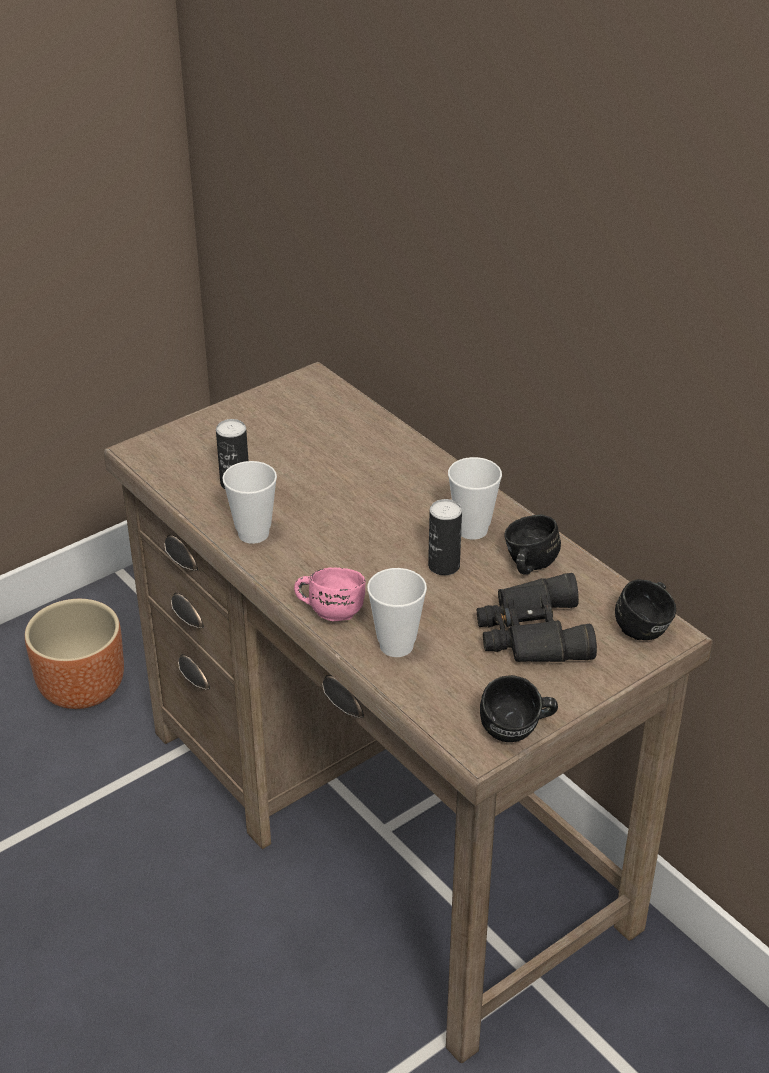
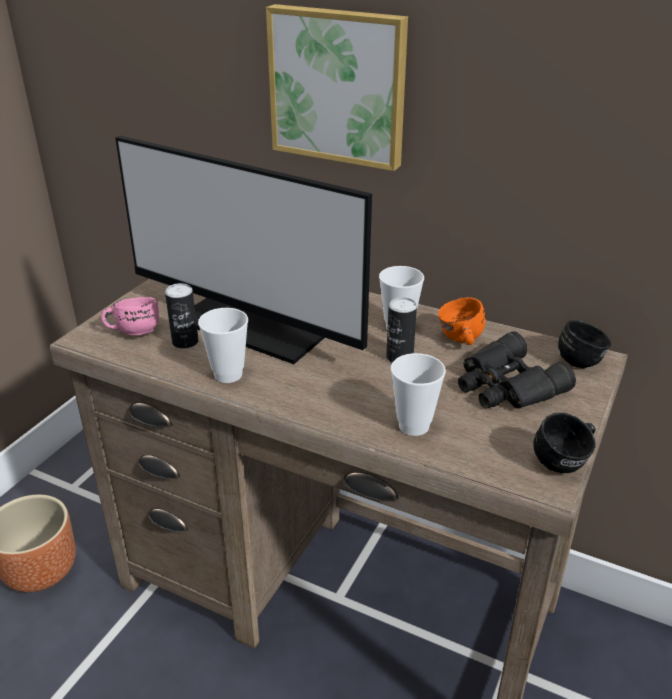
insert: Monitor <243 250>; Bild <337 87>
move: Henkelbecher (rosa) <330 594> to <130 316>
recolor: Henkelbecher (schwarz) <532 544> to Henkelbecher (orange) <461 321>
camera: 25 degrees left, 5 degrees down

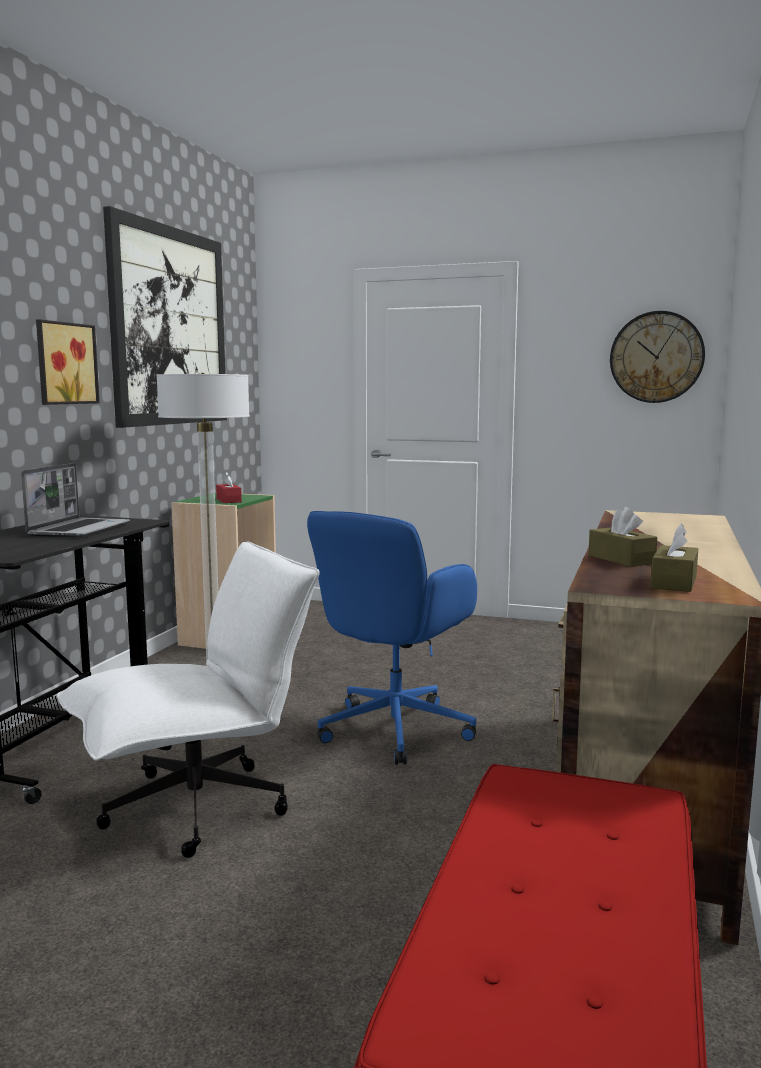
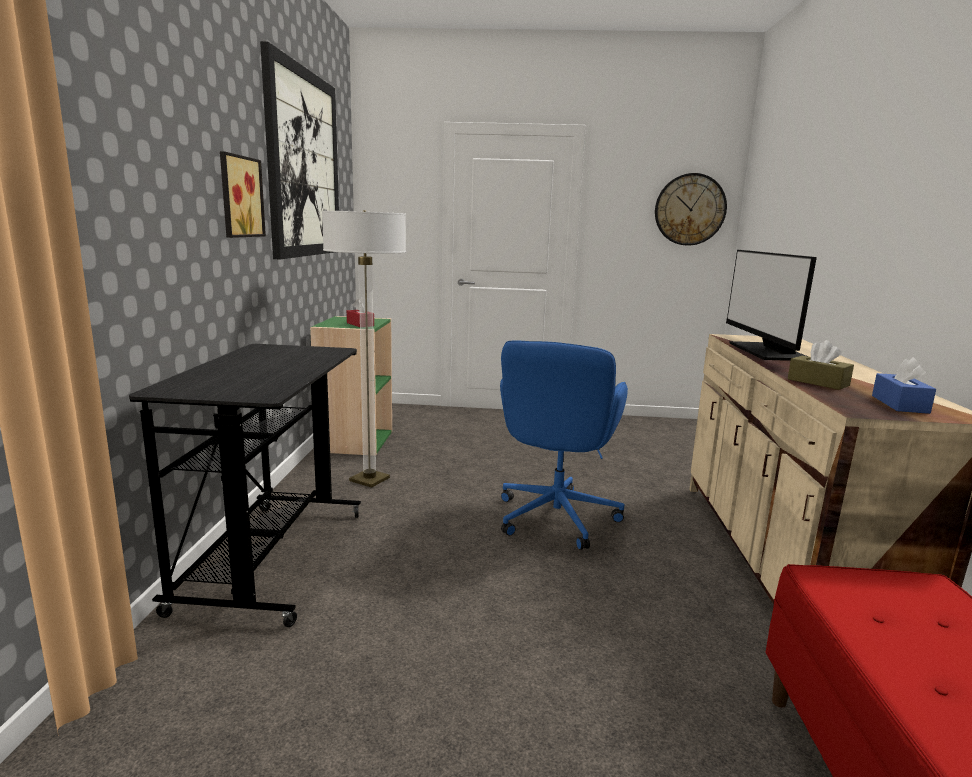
delete: Laptop <75 500>; Bürostuhl (weiß) <188 699>
insert: Monitor <771 305>
recolor: Taschentuchbox (braun) <674 558> to Taschentuchbox (blau) <904 385>
camera: 15 degrees left, 5 degrees up

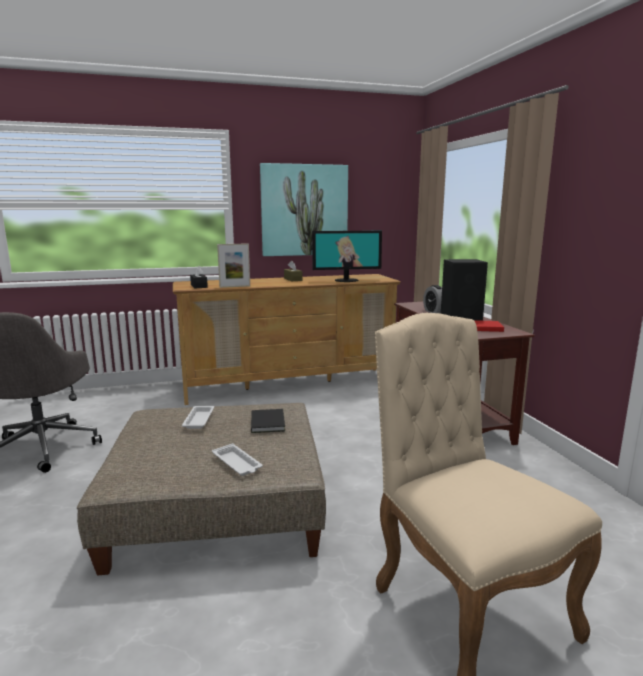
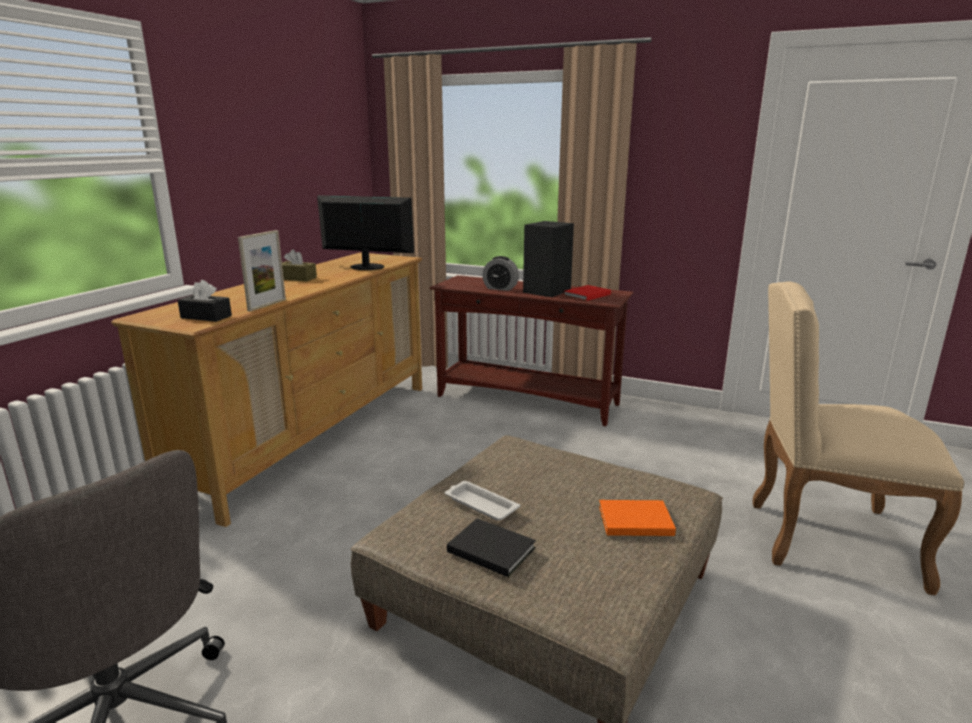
delete: Bild <304 209>
move: Buch (schwarz) <268 421> to <491 547>
replace: Tablett (weiß) <237 459> to Buch (orange) <637 518>
rotate: Monitor <347 256> = <365 232> 105 degrees counterclockwise
camera: 50 degrees left, 5 degrees up

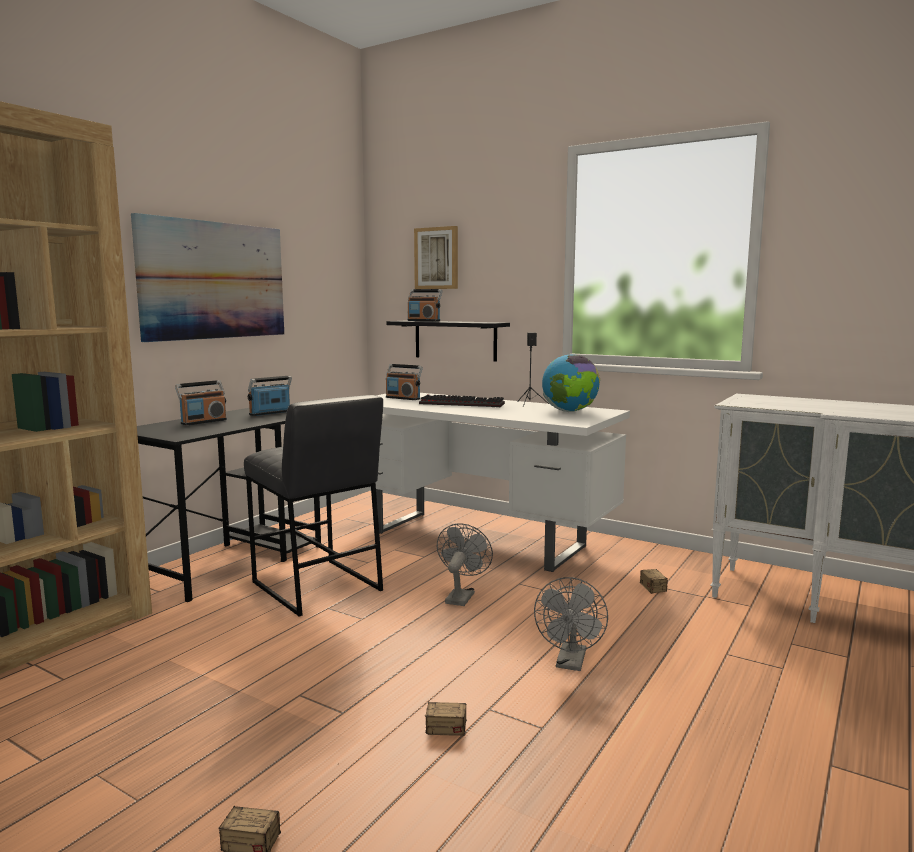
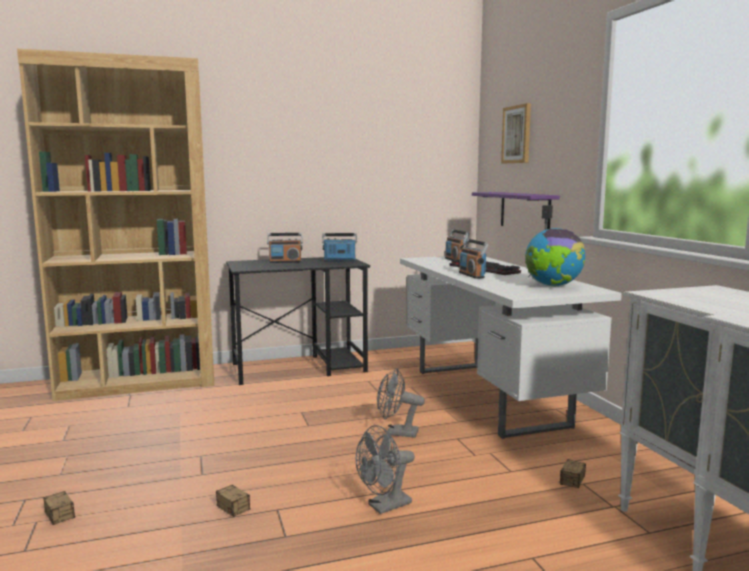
delete: Bild <207 277>; Hocker (grau) <313 506>
move: Radio <424 305> to <474 259>
recolor: Wandregal (schwarz) <448 341> to Wandregal (lila) <516 210>
rotate: Ventilator (grau) <465 564> = <401 403> 135 degrees counterclockwise
camera: 40 degrees right, 0 degrees up

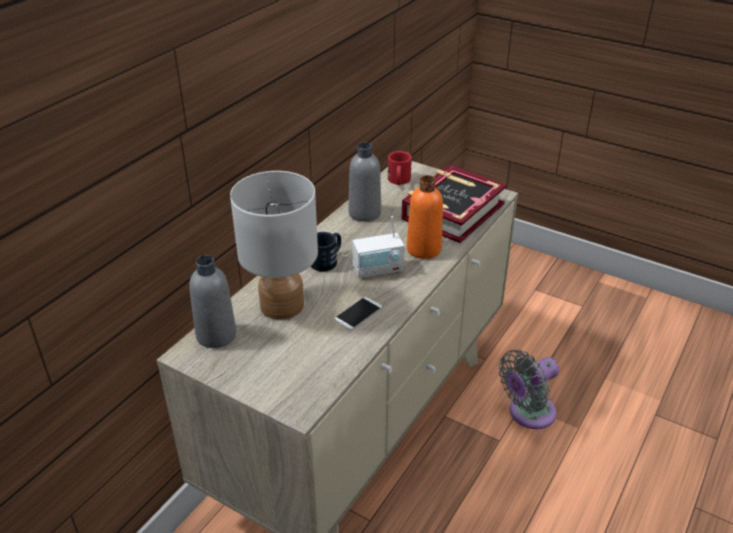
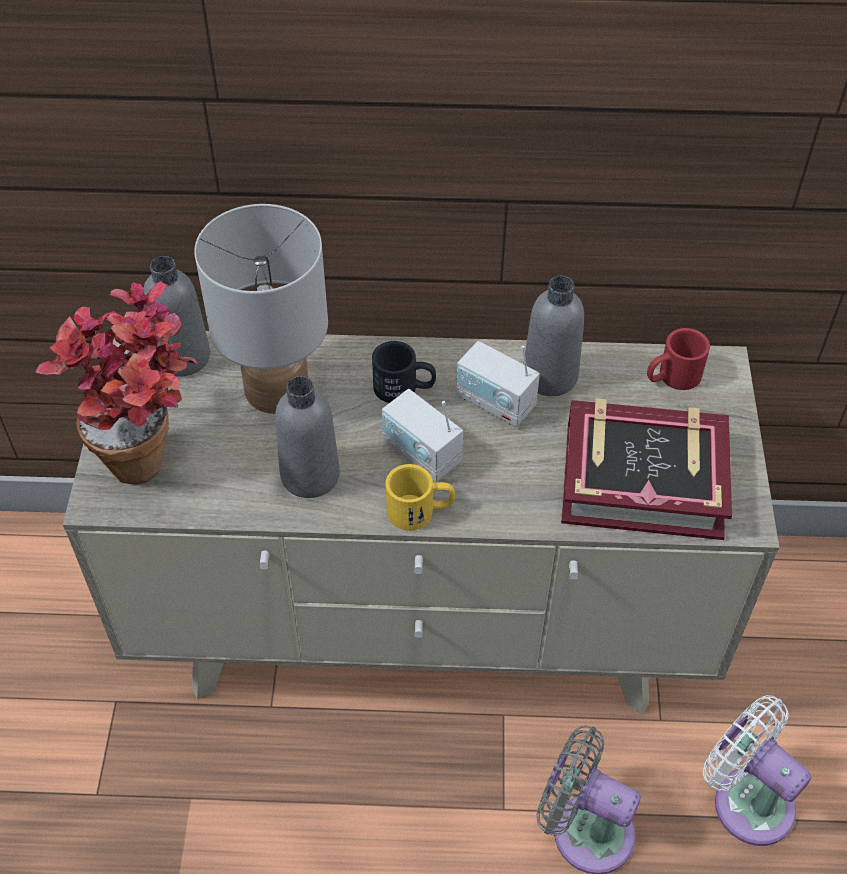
delete: Flasche (orange) <425 217>
insert: Topfpflanze <116 383>; Henkelbecher (gelb) <420 497>; Radio <498 384>; Ventilator (weiß) <757 770>
replace: Handy <358 313> to Flasche (grau) <307 437>
camera: 60 degrees right, 15 degrees up

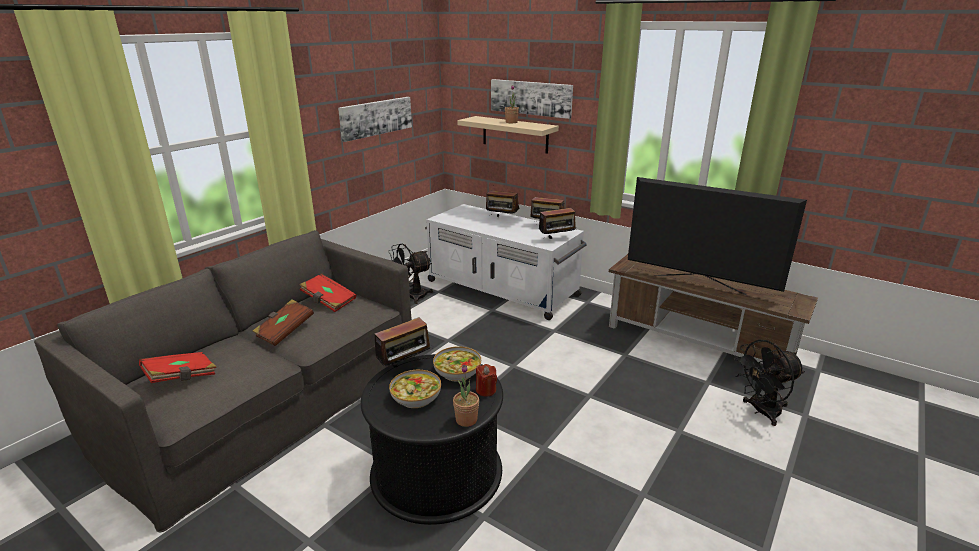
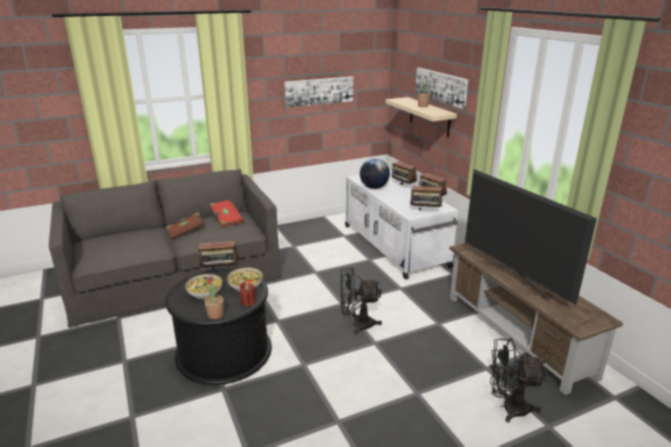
delete: Buch (rot) <178 367>
insert: Globus <375 173>
move: Ventilator (schwarz) <410 273> to <361 301>
camera: 30 degrees right, 0 degrees up

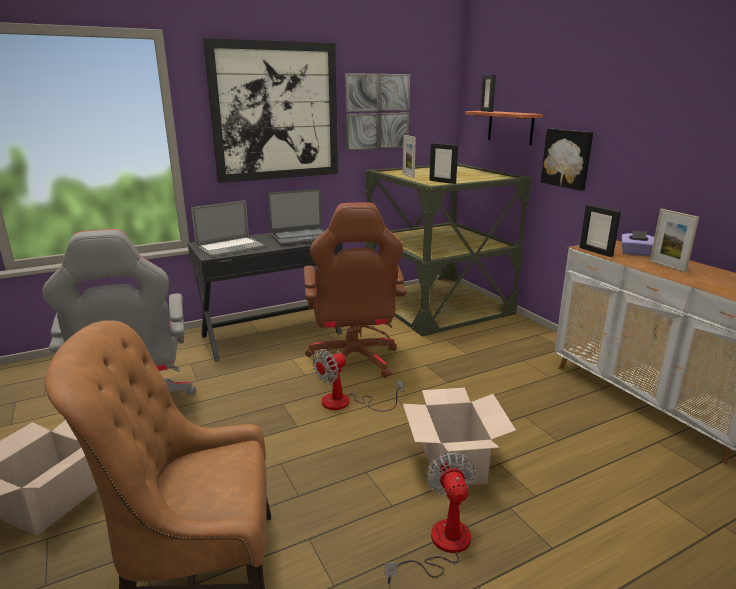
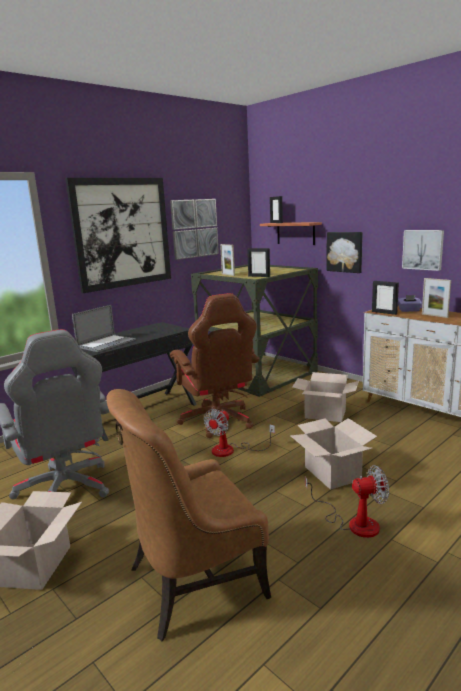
delete: Laptop <296 217>
insert: Karton <325 397>; Bild <423 250>
rotate: Ventilator <430 518> = <347 501> 105 degrees clockwise
camera: 15 degrees left, 5 degrees down

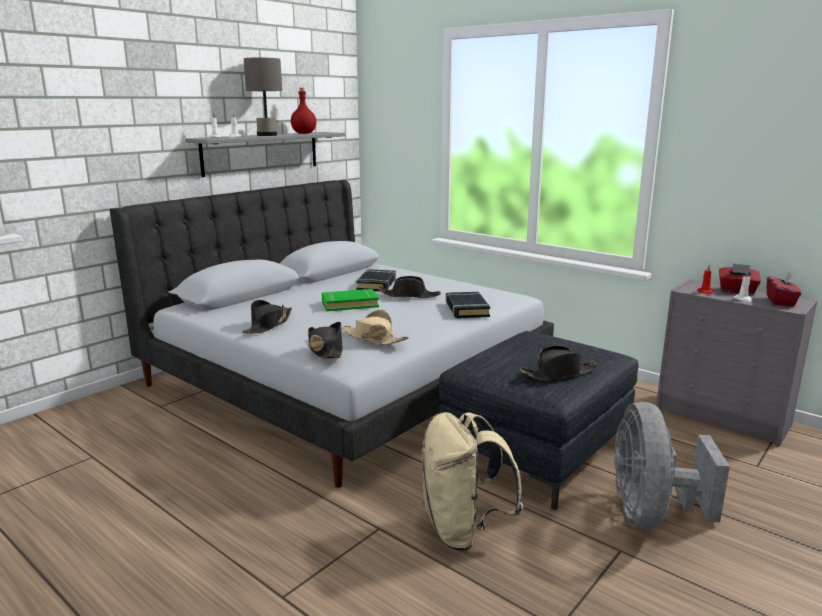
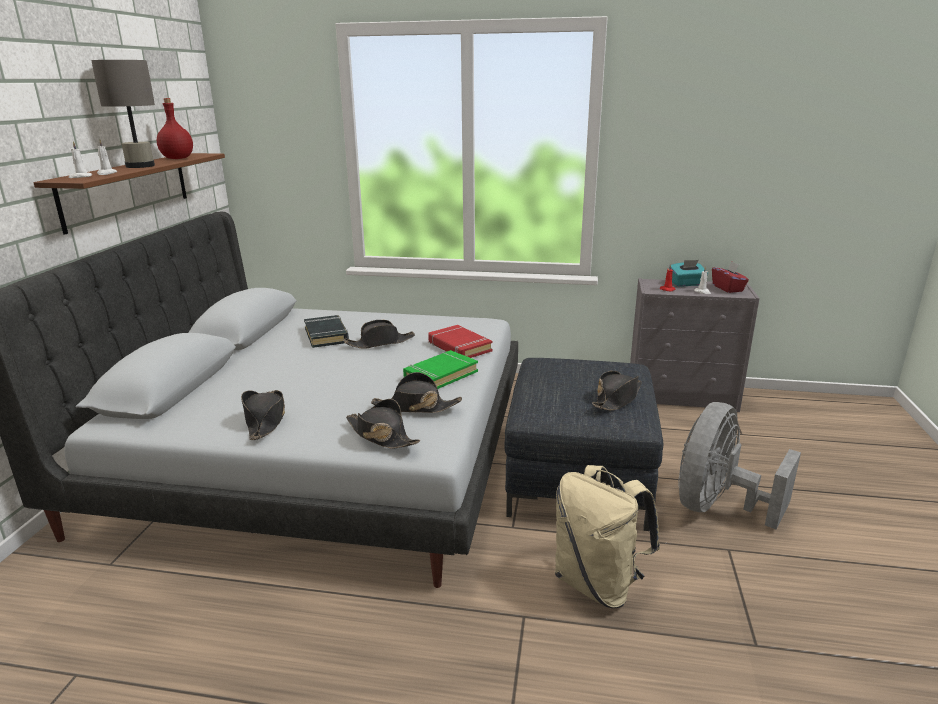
move: Buch (grün) <350 300> to <440 369>
recolor: Wandregal (grau) <265 154> to Wandregal (braun) <129 194>; Hut (beige) <375 327> to Hut (schwarz) <416 392>; Buch (schwarz) <468 305> to Buch (rot) <460 341>; Taschentuchbox (rot) <740 278> to Taschentuchbox (türkis) <688 273>
rotate: Ventilator (grau) <672 465> = <739 466> 60 degrees clockwise
camera: 30 degrees left, 5 degrees up

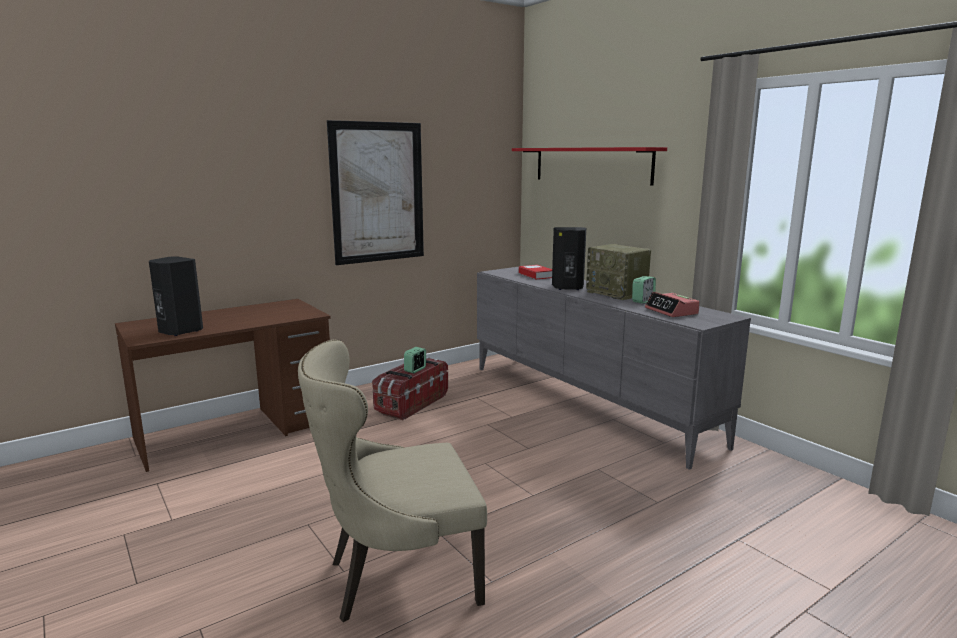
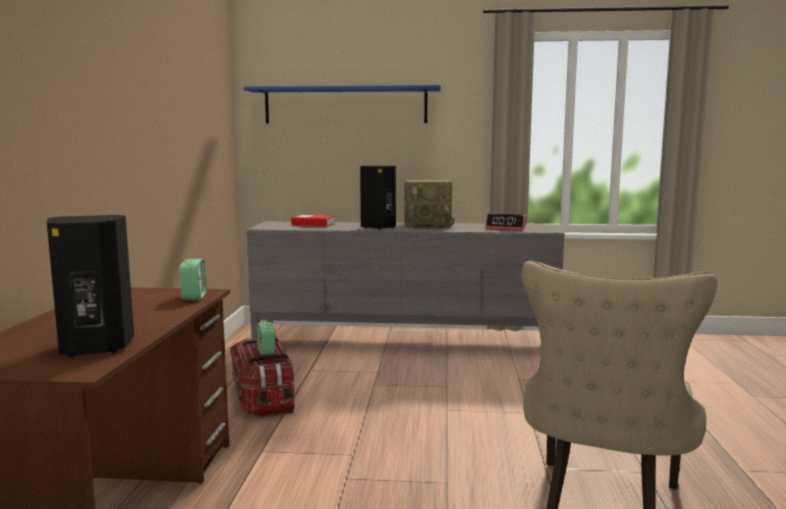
delete: Bild <375 192>
move: Wecker <644 290> to <193 279>
recolor: Wandregal (rot) <589 166> to Wandregal (blau) <342 104>
camera: 50 degrees left, 5 degrees down

